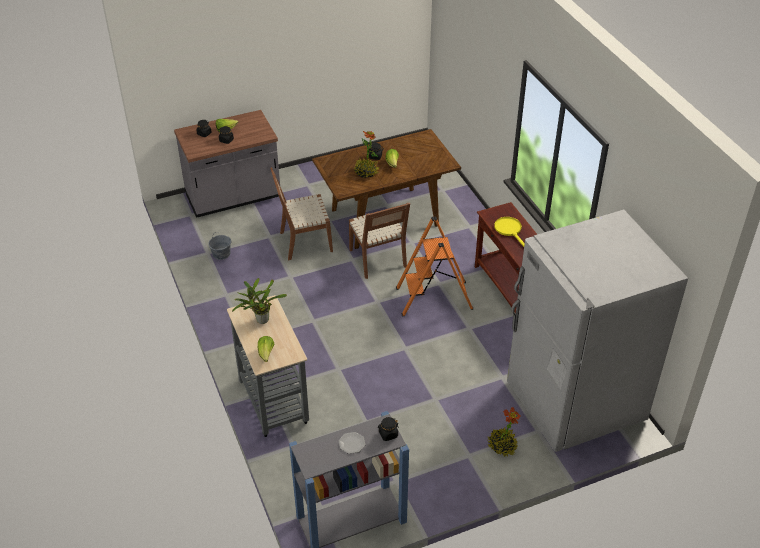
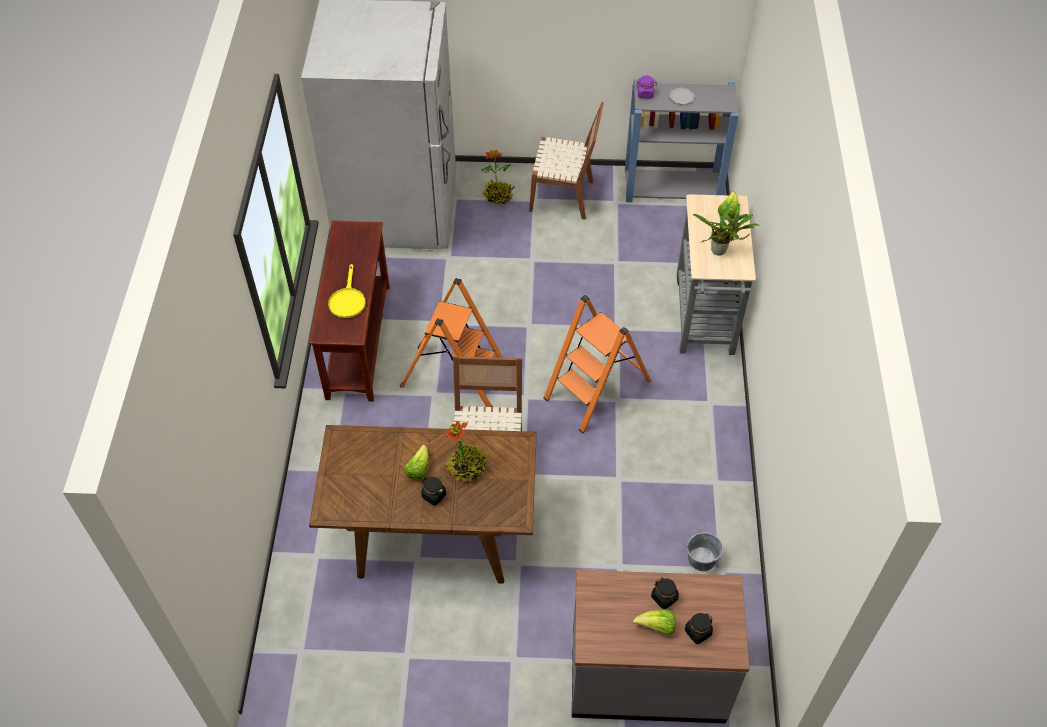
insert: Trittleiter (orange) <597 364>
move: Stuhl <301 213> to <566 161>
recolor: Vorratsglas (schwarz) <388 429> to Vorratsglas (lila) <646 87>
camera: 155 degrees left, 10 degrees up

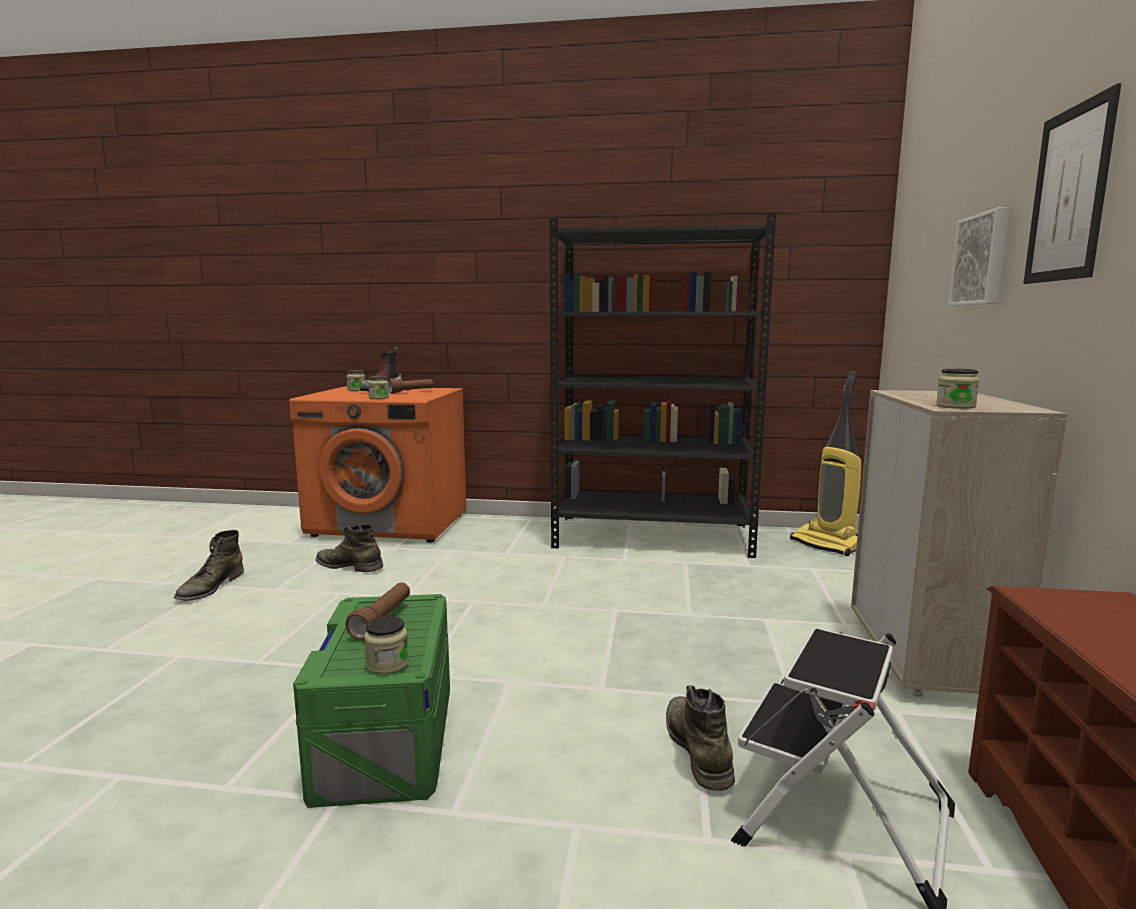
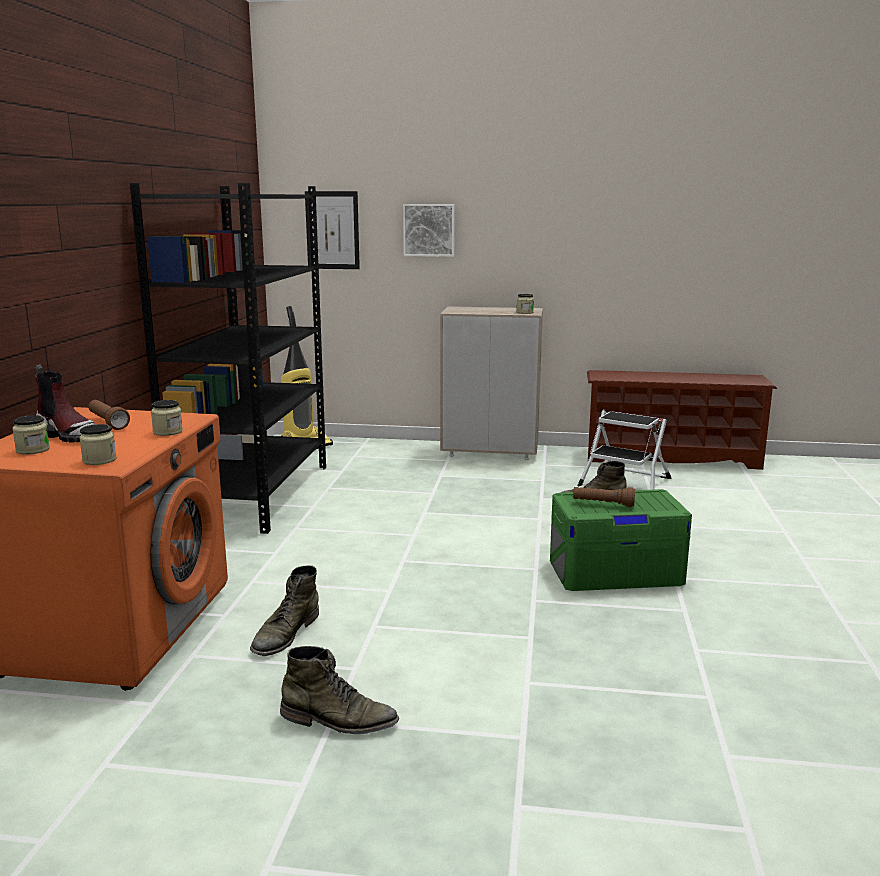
move: Vorratsglas <386 645> to <98 444>; Bild <1072 183> to <332 230>
camera: 90 degrees left, 5 degrees up

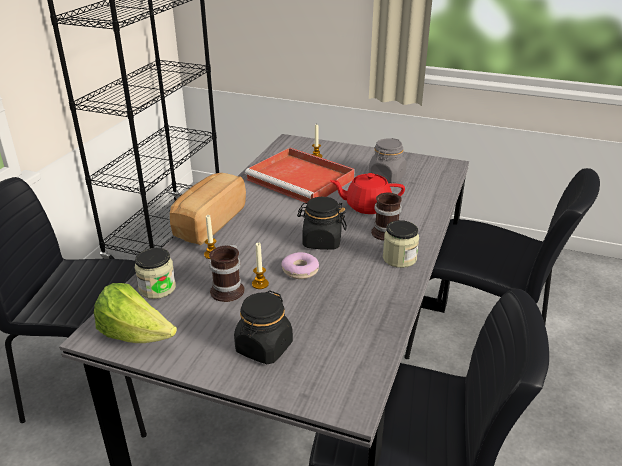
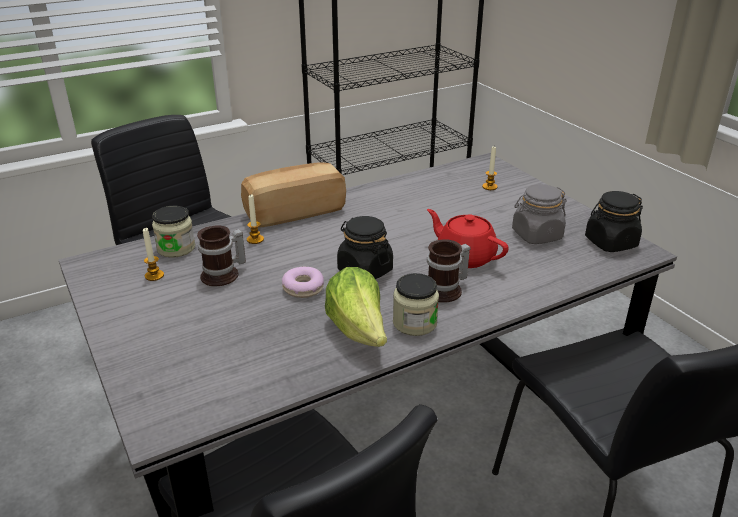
delete: Tablett (rot) <300 175>
move: Kerze <260 265> to <153 254>; Salatkopf <135 313> to <356 307>; Vorratsglas (schwarz) <263 327> to <614 221>
camera: 40 degrees right, 0 degrees up

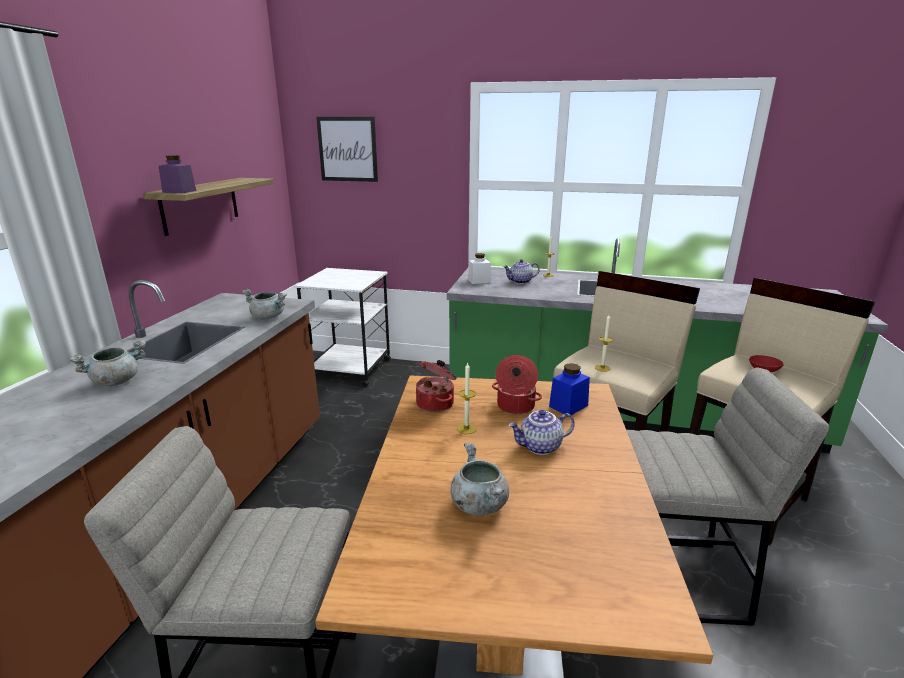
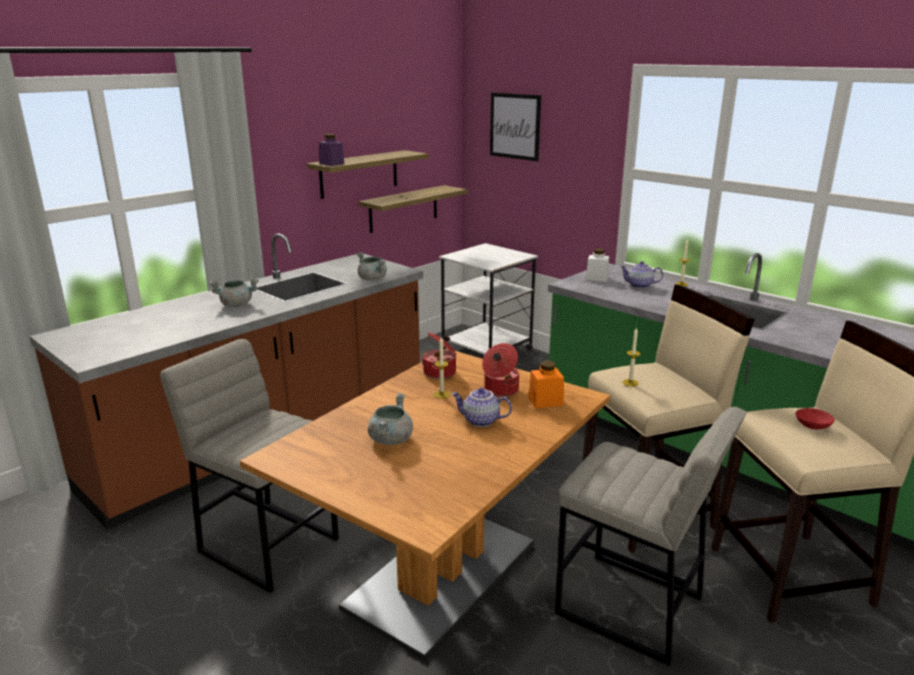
insert: Wandregal <413 209>
recolor: Vorratsglas (blau) <569 389> to Vorratsglas (orange) <546 384>
camera: 30 degrees right, 0 degrees up

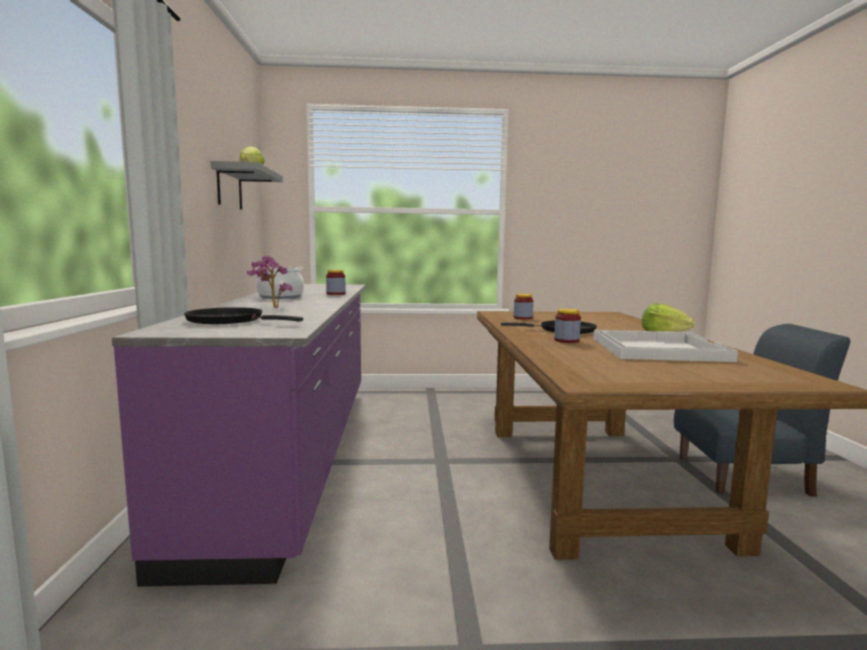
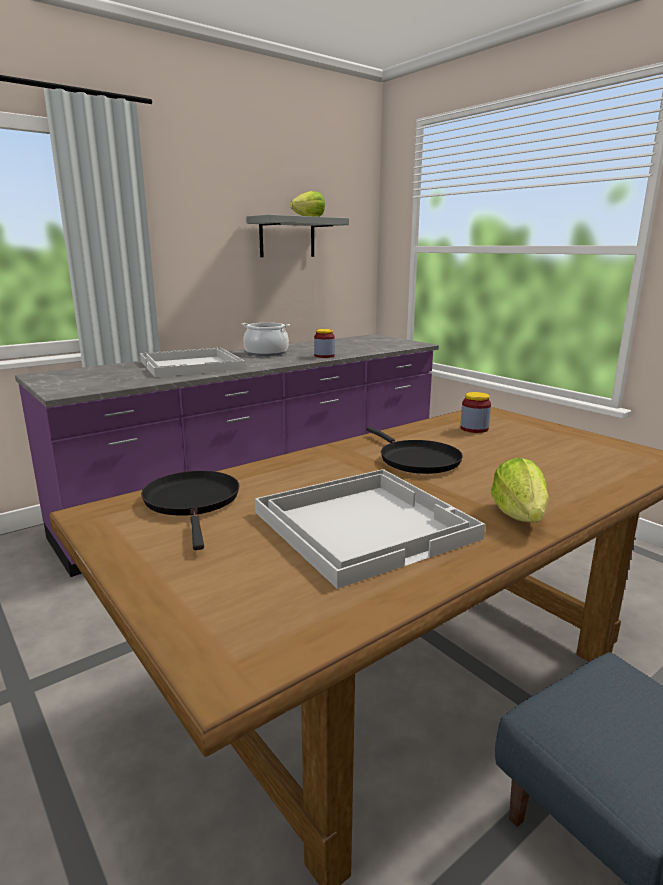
delete: Vorratsglas <567 325>
move: Pfanne (schwarz) <243 315> to <190 510>
replace: Topfpflanze <270 282> to Tablett (weiß) <192 362>
camera: 55 degrees right, 10 degrees up

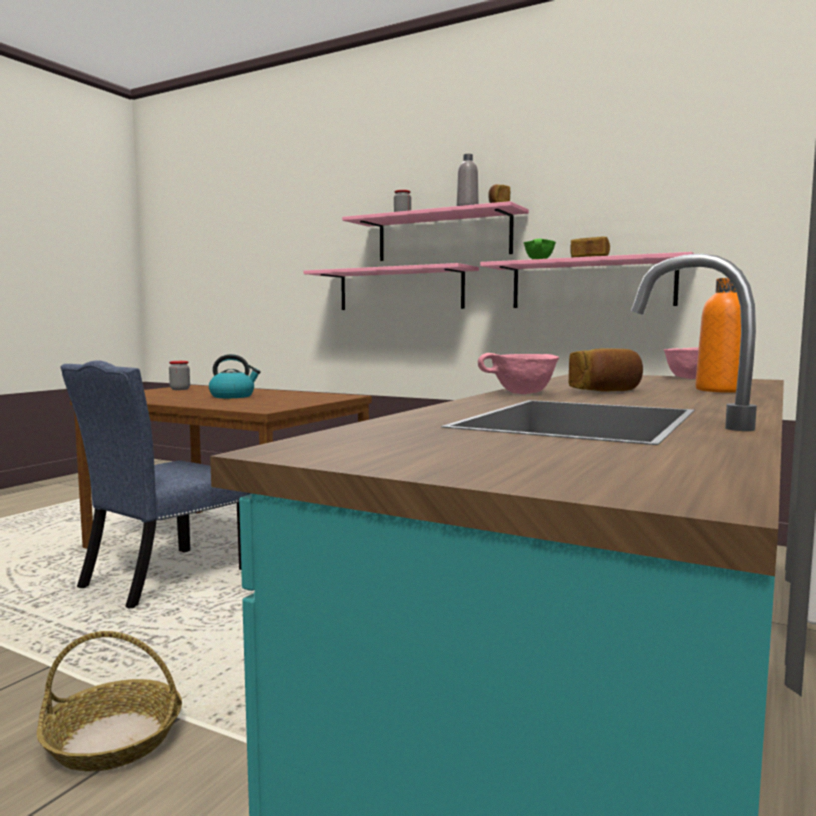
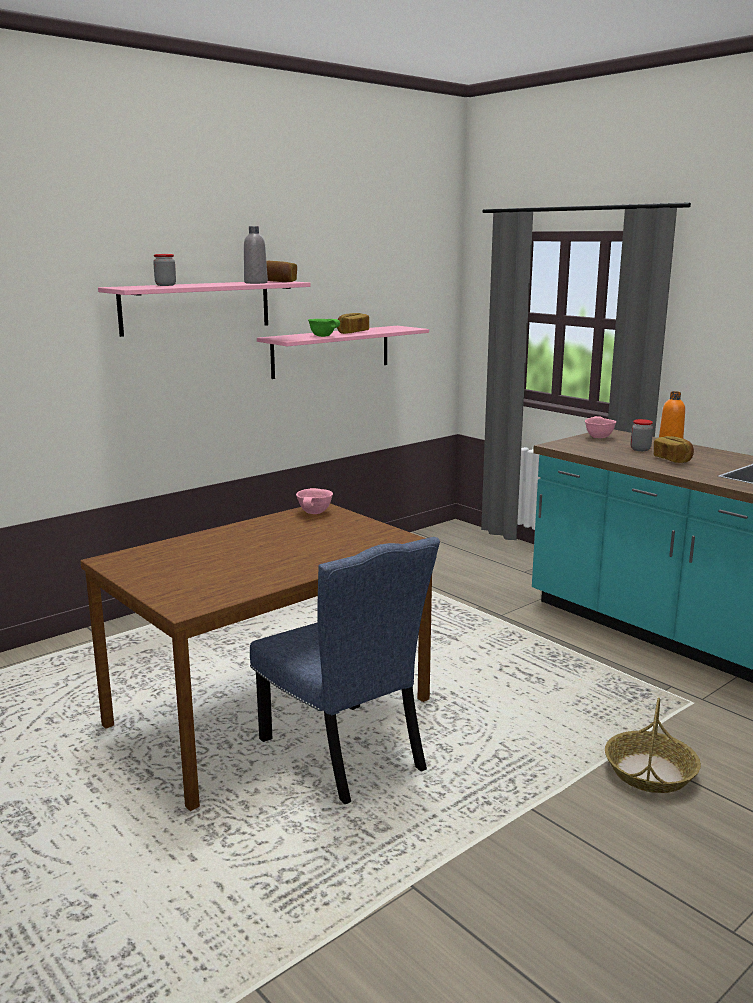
delete: Wasserkessel <235 376>; Wandregal (rosa) <391 286>
move: Schüssel (rosa) <518 373> to <314 501>; Vorratsglas <179 375> to <642 435>
camera: 70 degrees left, 10 degrees up

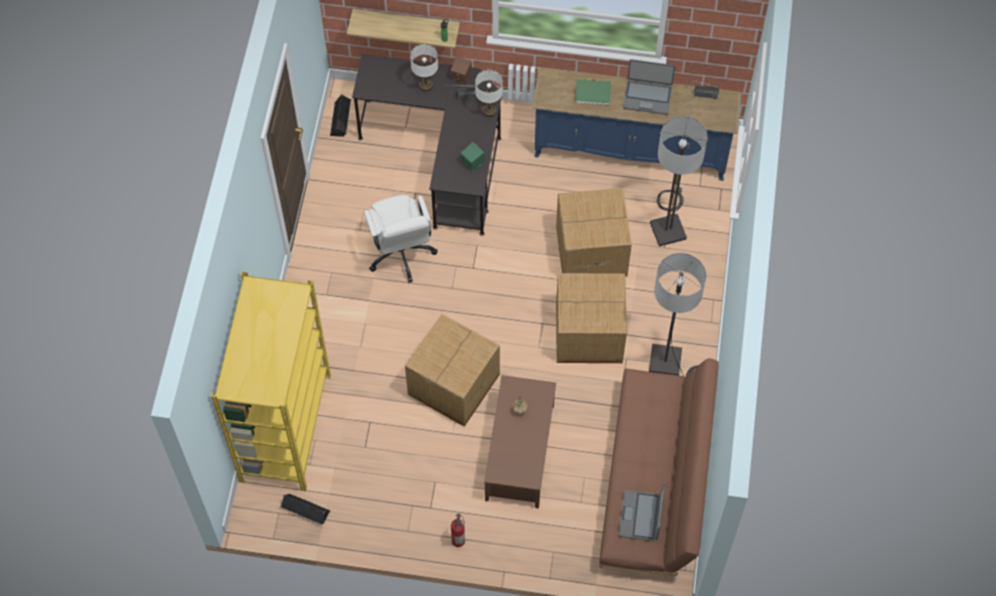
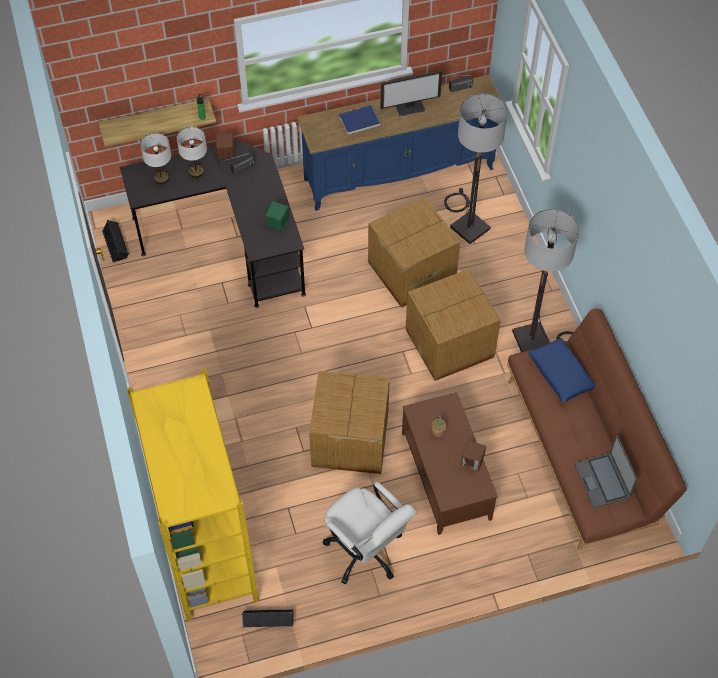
delete: Feuerlöscher <458 530>
insert: Lautsprecher (braun) <473 455>; Kissen (blau) <562 370>
move: Tischlampe <489 93> to <155 159>; Bürostuhl (weiß) <400 239> to <370 533>
replace: Laptop <649 87> to Monitor <411 93>
recolor: Buch (grün) <593 92> to Buch (blau) <359 120>
camera: 25 degrees left, 5 degrees down

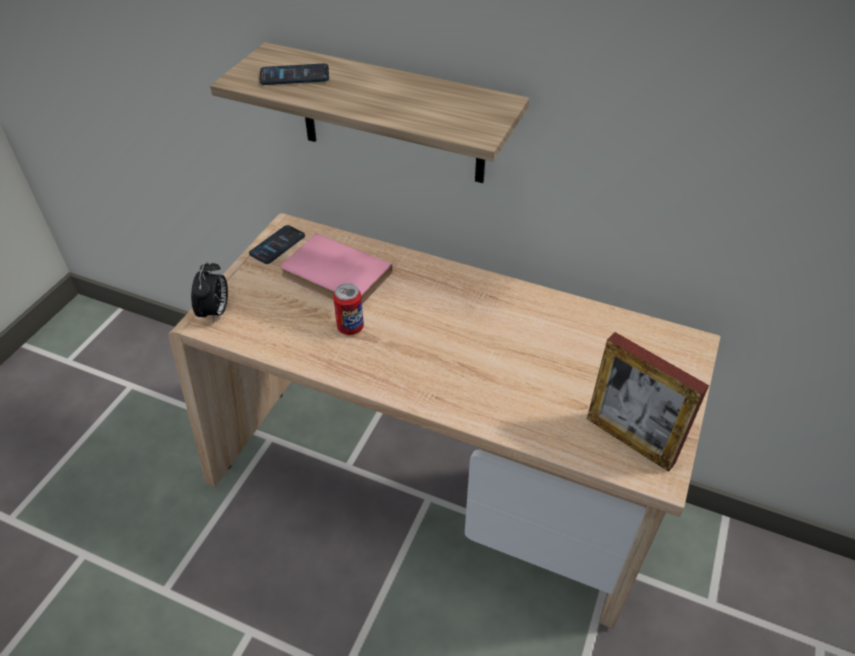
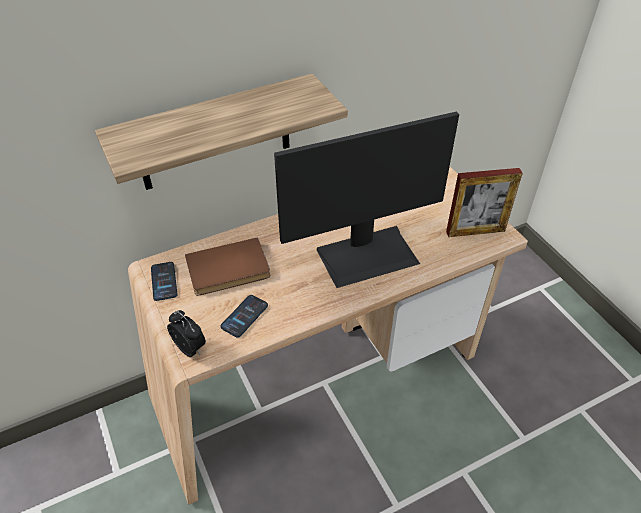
delete: Dose <348 309>
insert: Monitor <366 200>
move: Handy <294 74> to <244 316>
recolor: Buch (rosa) <336 268> to Buch (braun) <227 266>
camera: 50 degrees left, 0 degrees up

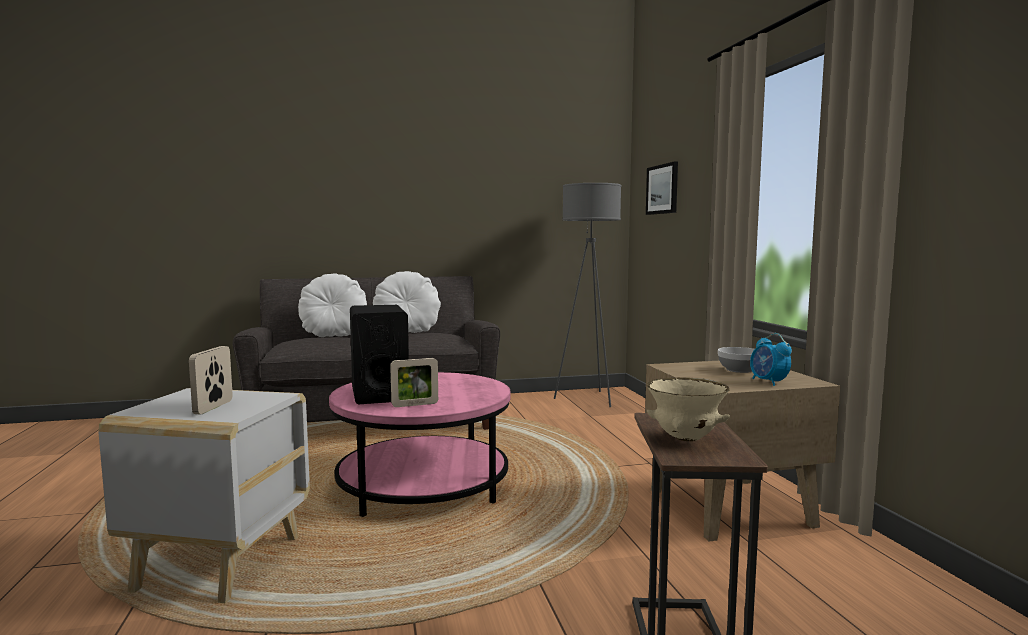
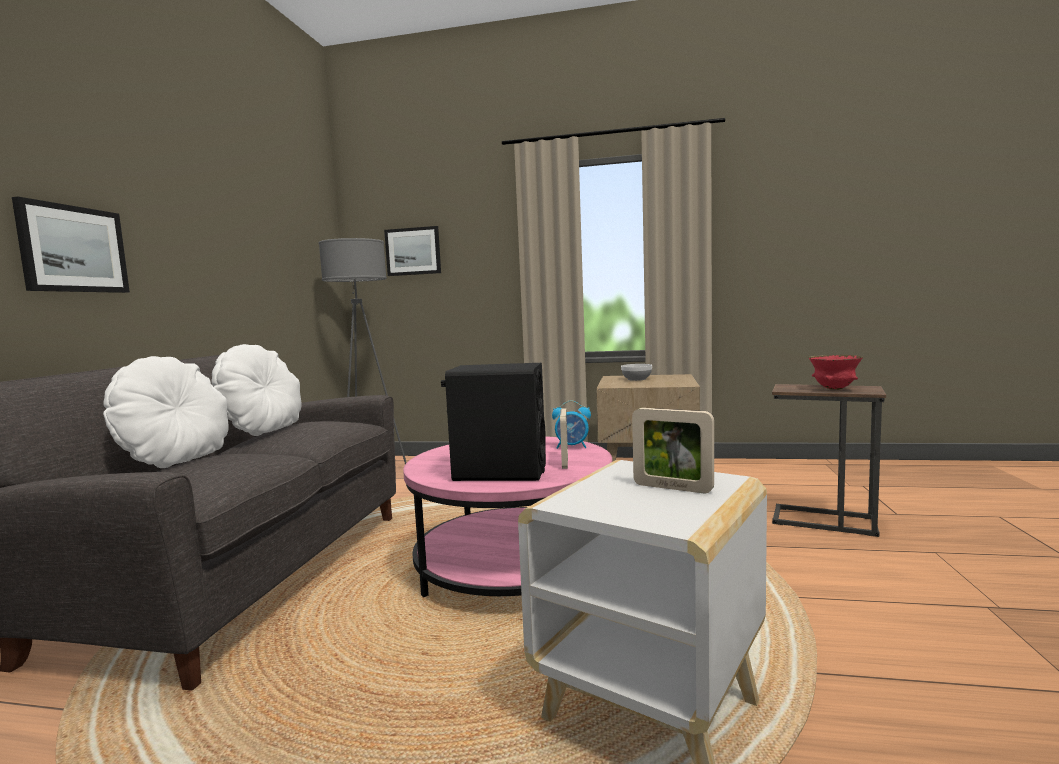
insert: Bild <71 245>
move: Wecker <771 359> to <571 425>
recolor: Schüssel (beige) <688 409> to Schüssel (rot) <835 372>
camera: 65 degrees left, 0 degrees up

